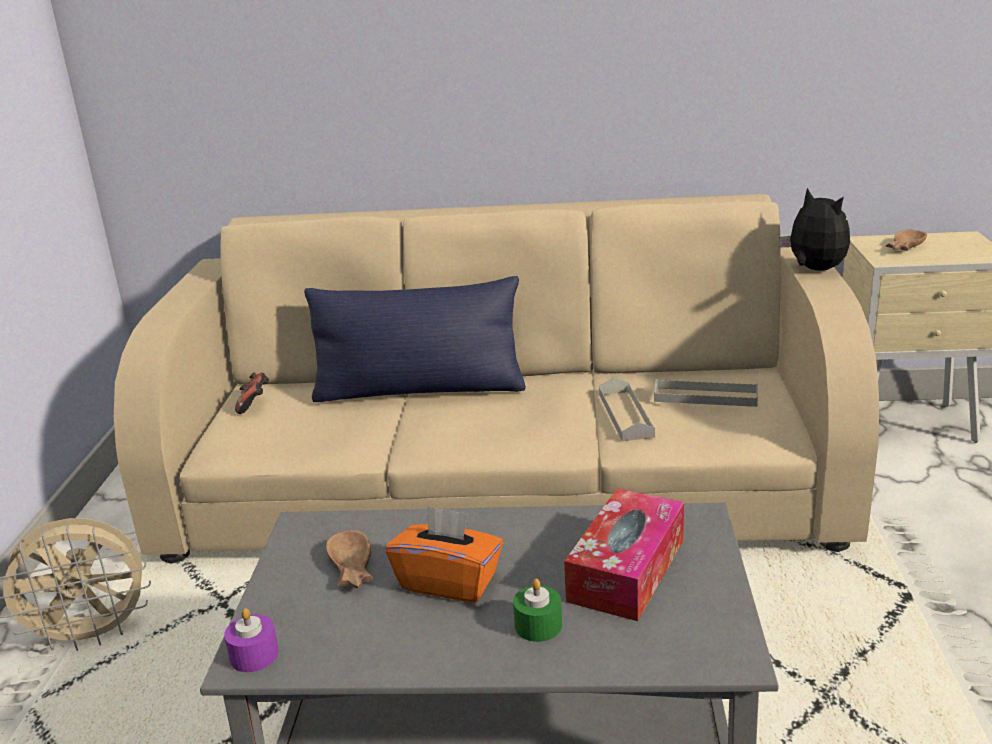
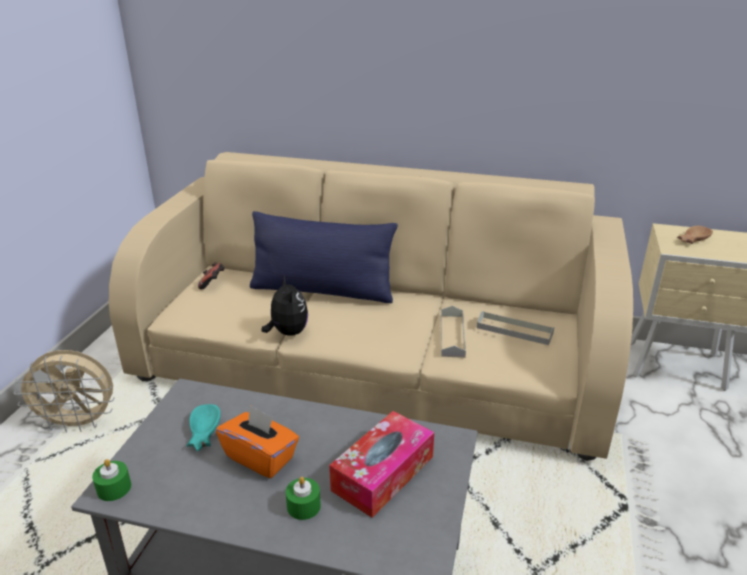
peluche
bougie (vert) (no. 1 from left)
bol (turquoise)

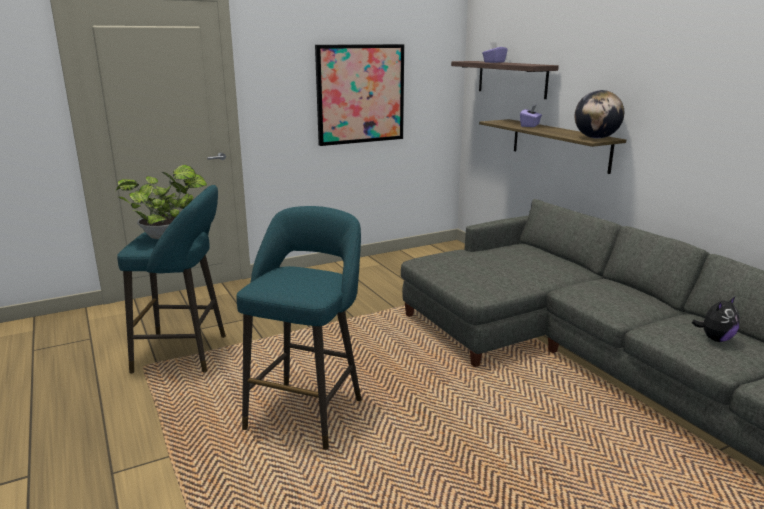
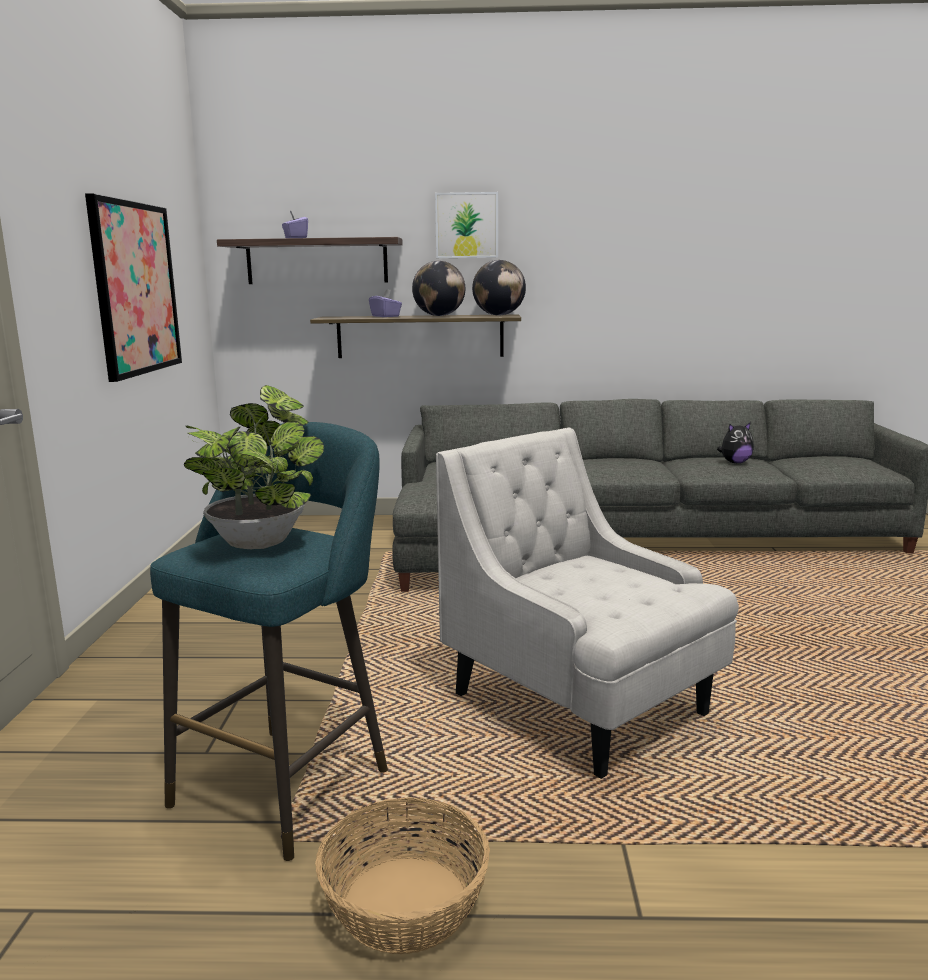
panier
globe (no. 1 from left)
tableau (no. 2 from left)
fauteuil (blanc)
peluche

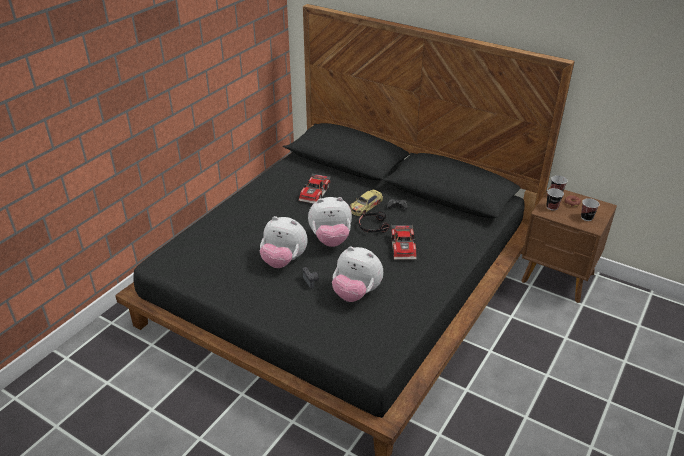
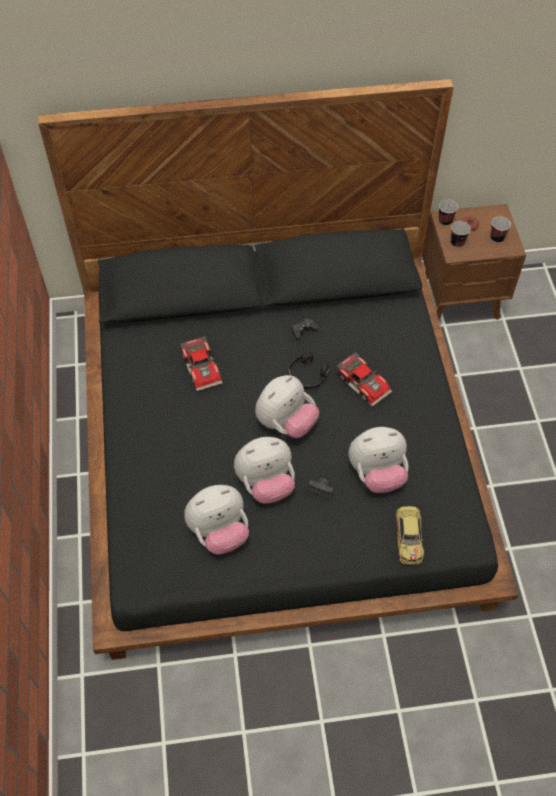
peluche (no. 1 from left)
petite voiture (no. 3 from left)

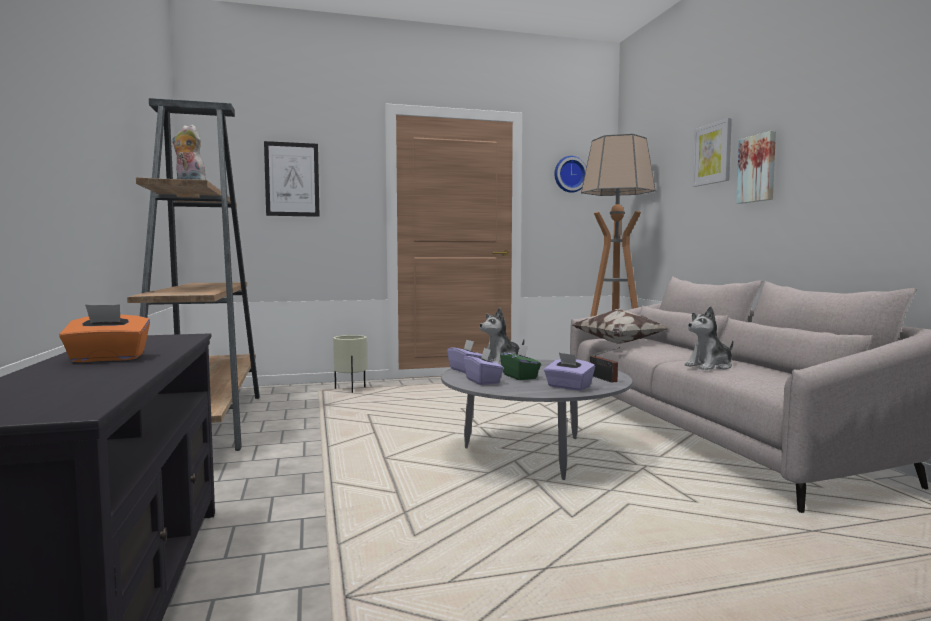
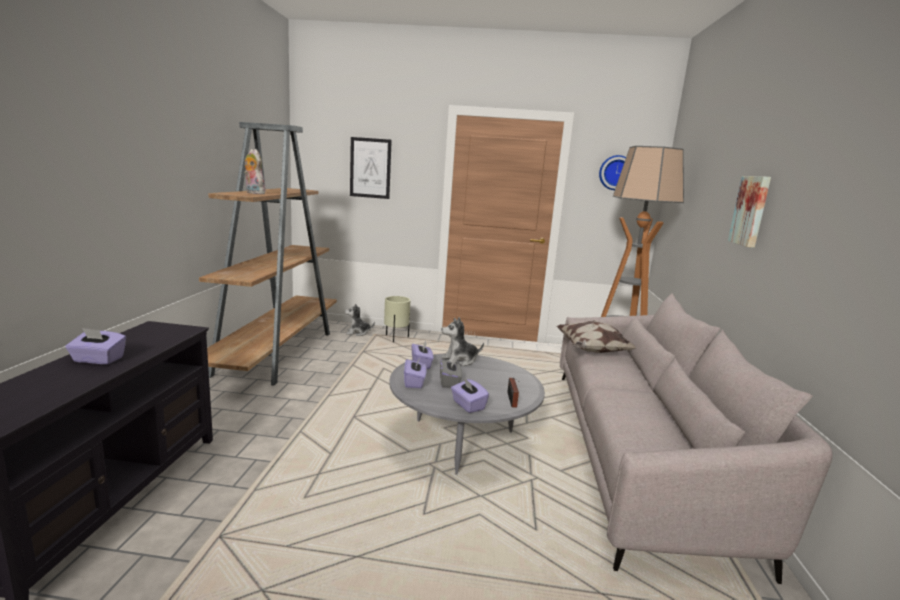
tableau (no. 2 from left in the first image)
peluche (no. 2 from left)
boîte à mouchoirs (violet) (no. 1 from left)
boîte à mouchoirs (gris)

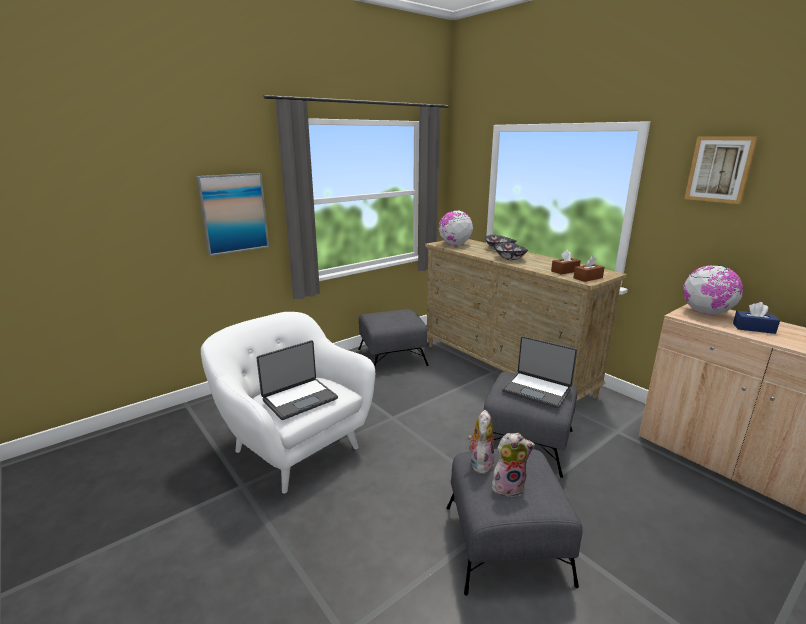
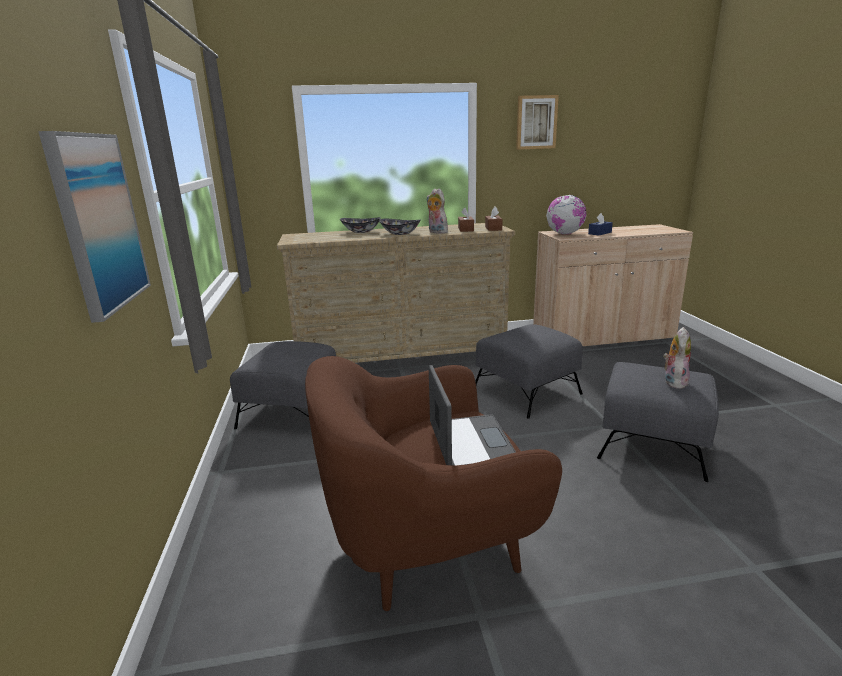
globe (no. 1 from left in the first image)
ordinateur portable (no. 2 from left in the first image)
peluche (no. 1 from left)
fauteuil (marron)

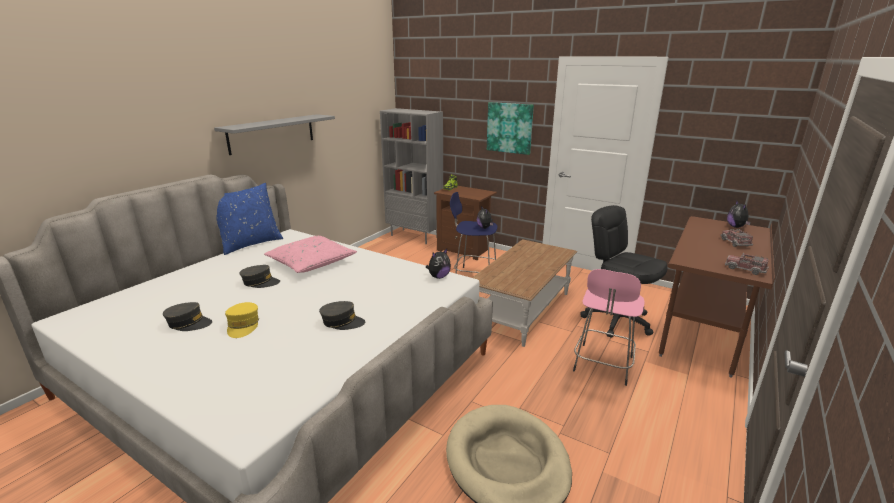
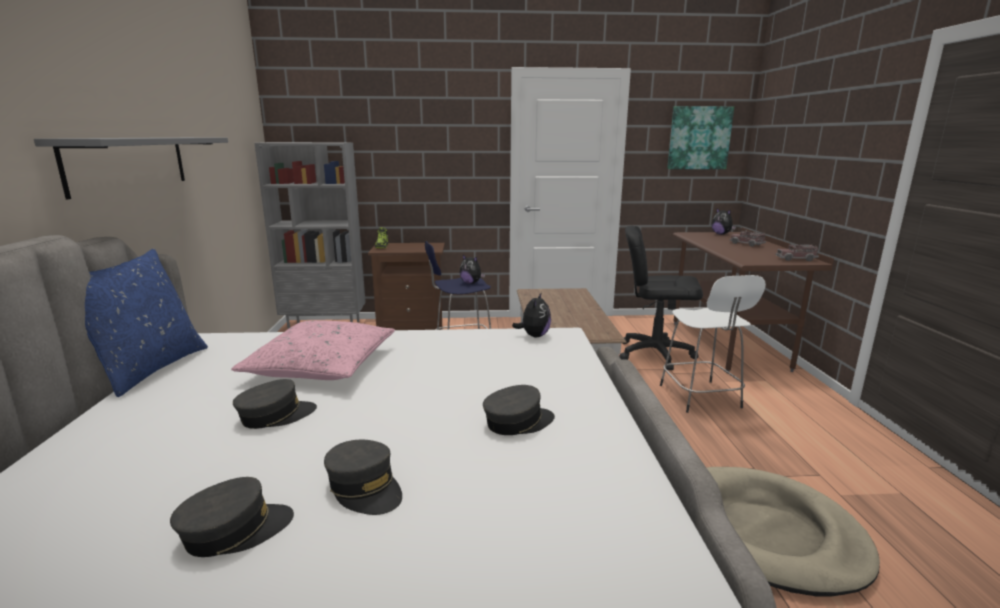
tableau
casquette (gris) (no. 3 from left)
tabouret (blanc)

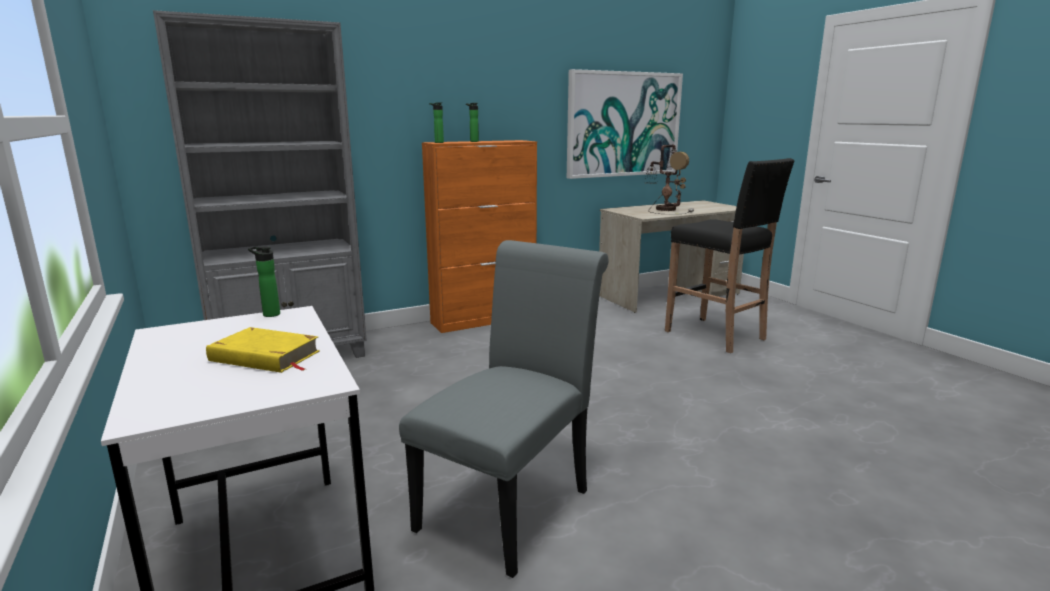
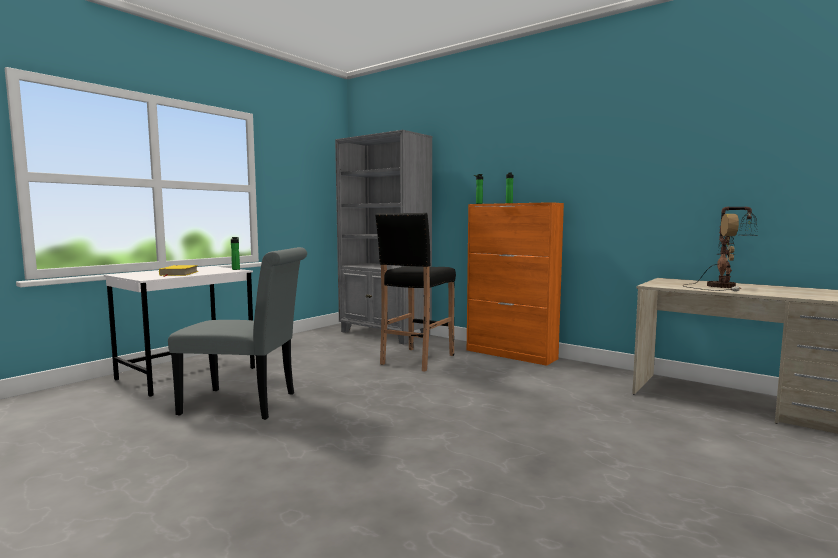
tableau
tabouret (noir)

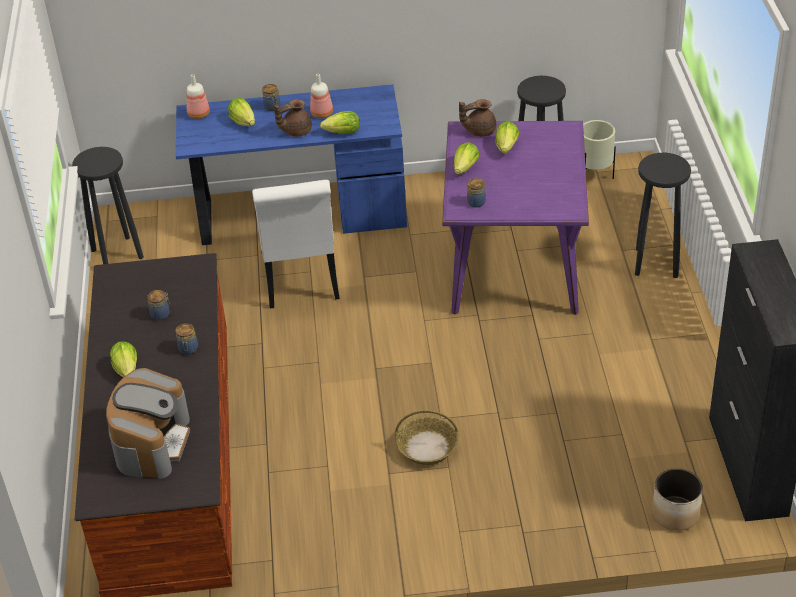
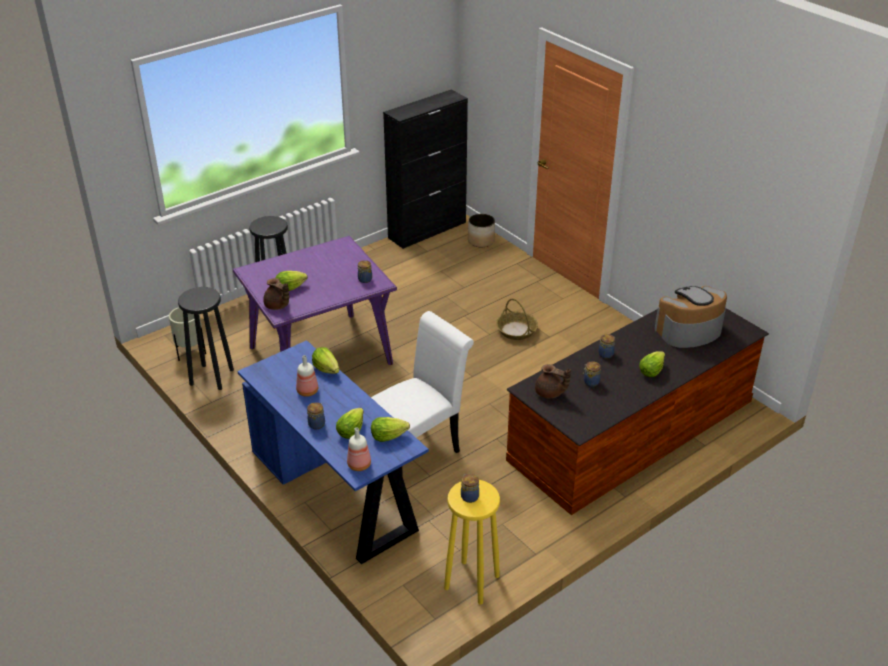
bocal (no. 3 from left)
théière (marron) (no. 2 from left)
laitue (no. 4 from left)
tabouret (jaune)

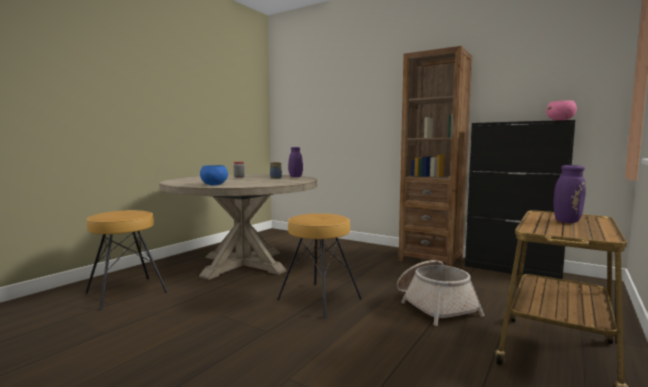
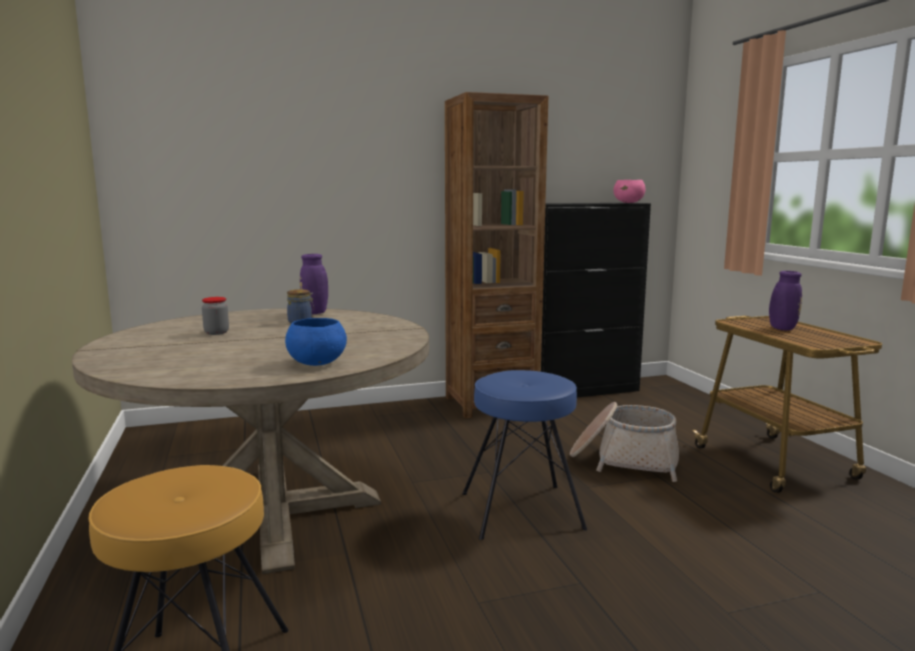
tabouret (bleu)

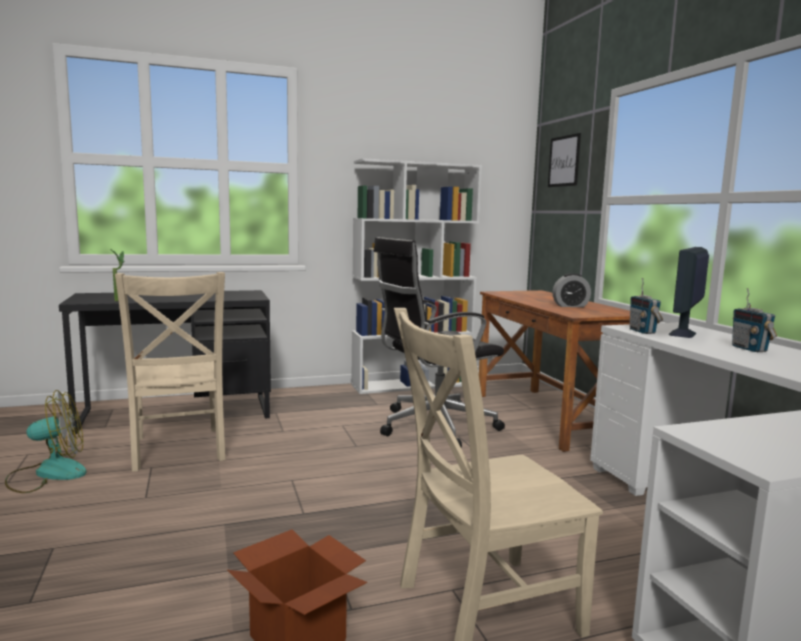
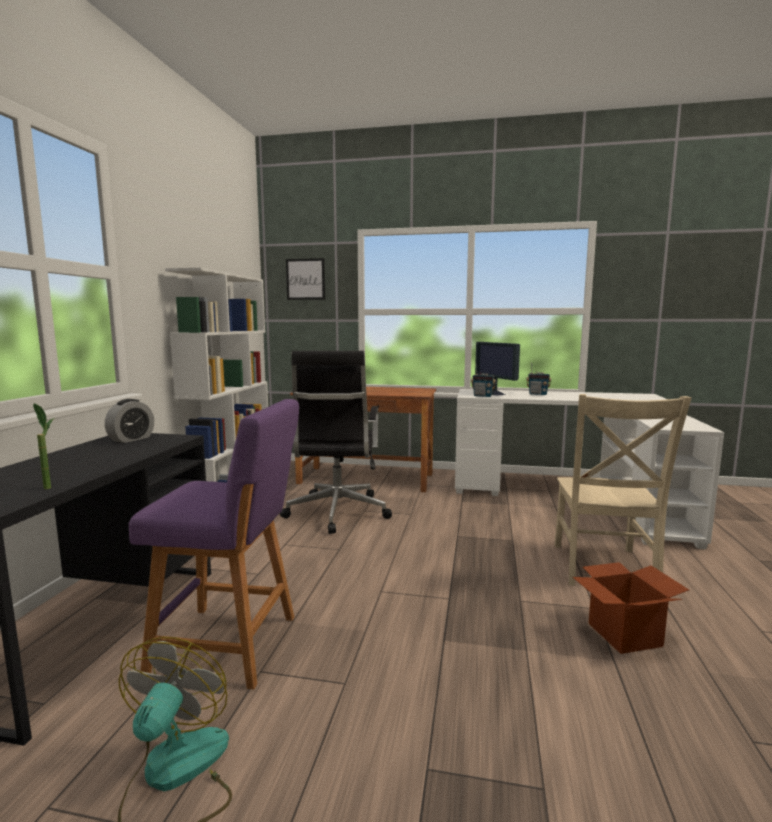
réveil
tabouret (violet)

